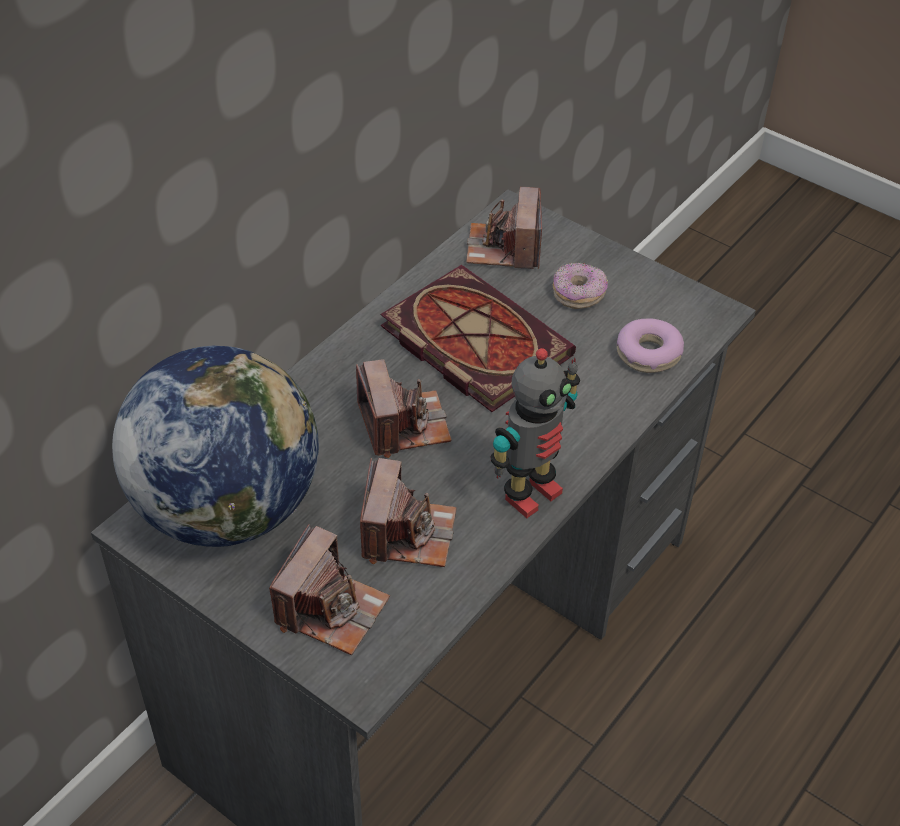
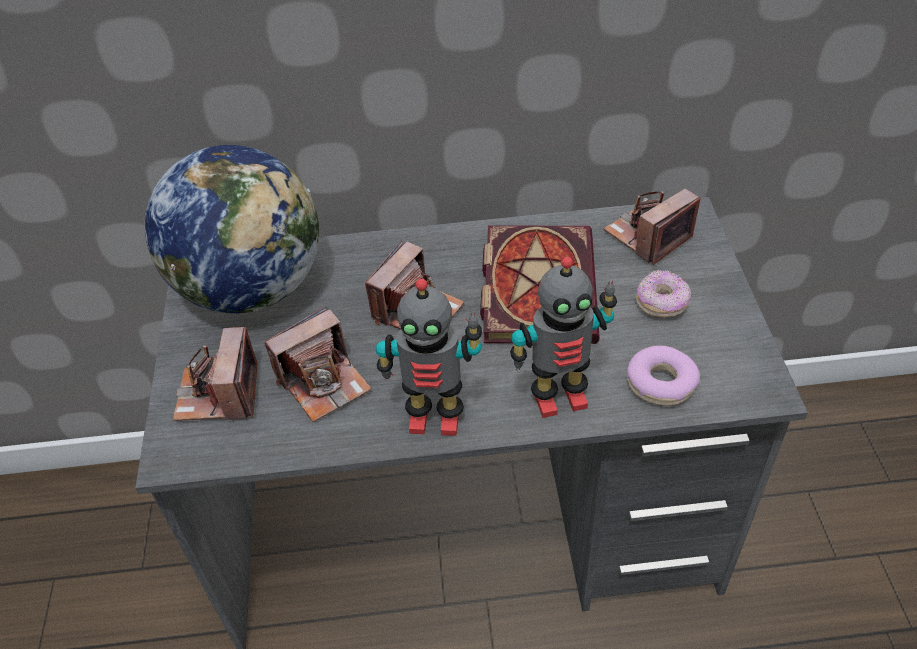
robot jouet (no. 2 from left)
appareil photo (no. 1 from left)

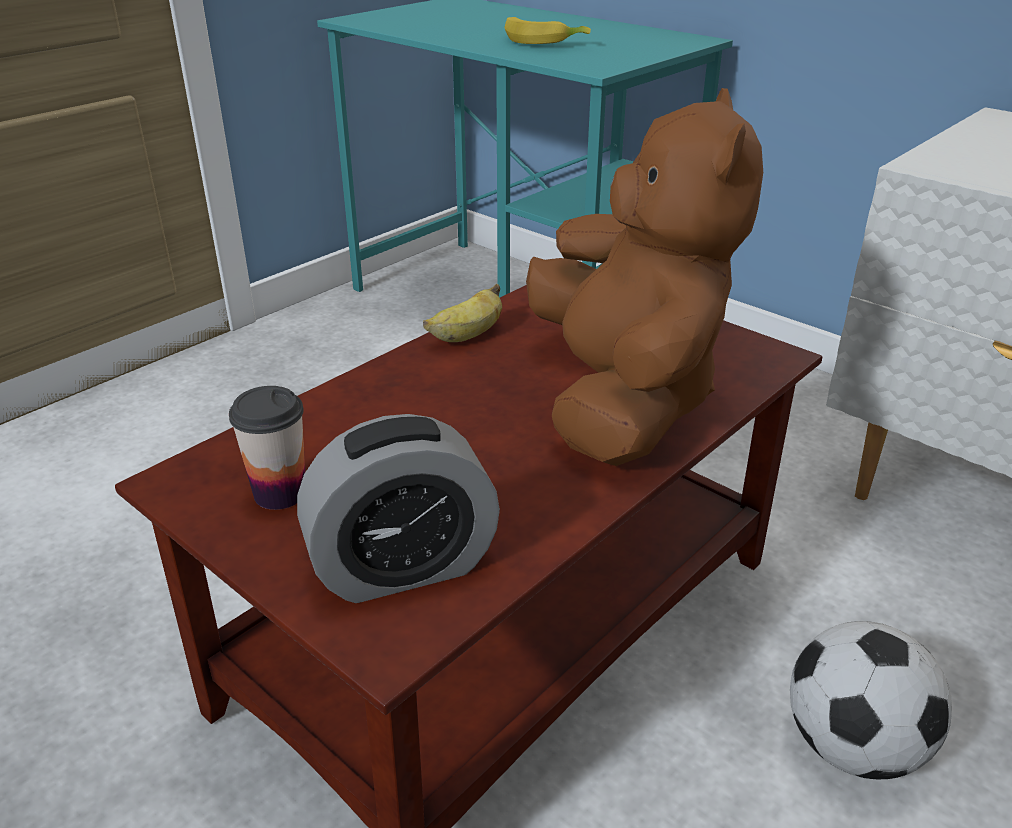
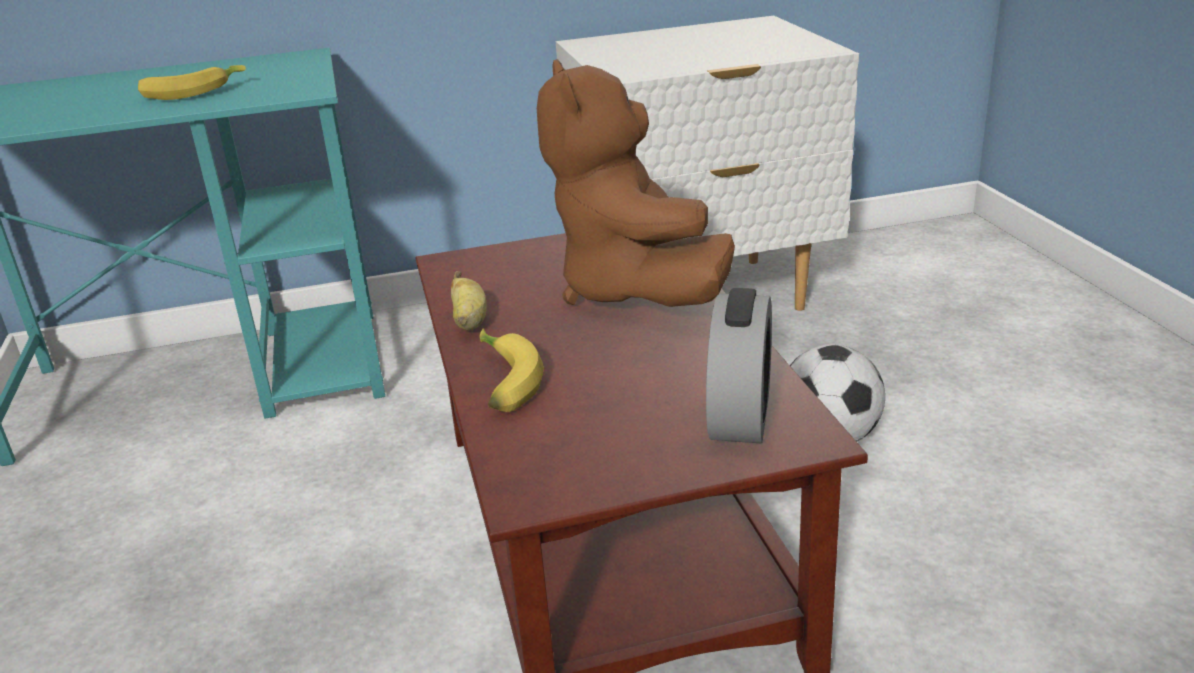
tasse
banane (no. 3 from left)
peluche (marron)

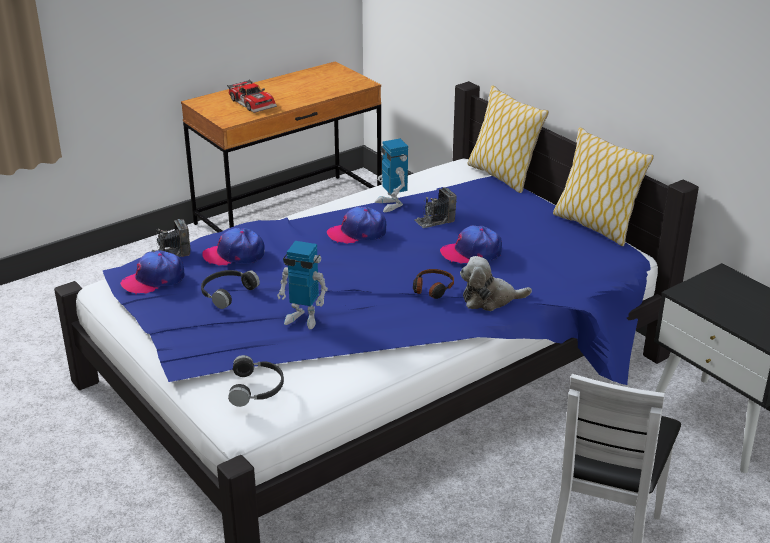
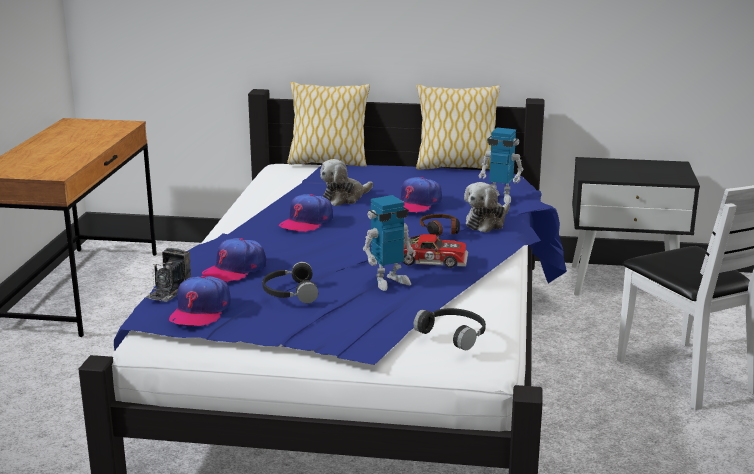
petite voiture
robot jouet (no. 2 from left)
peluche (no. 1 from left)

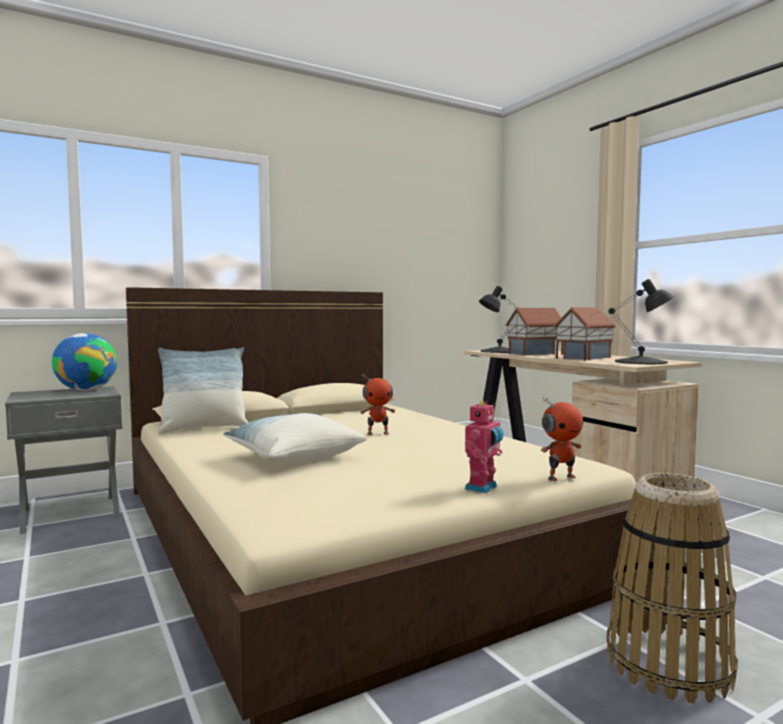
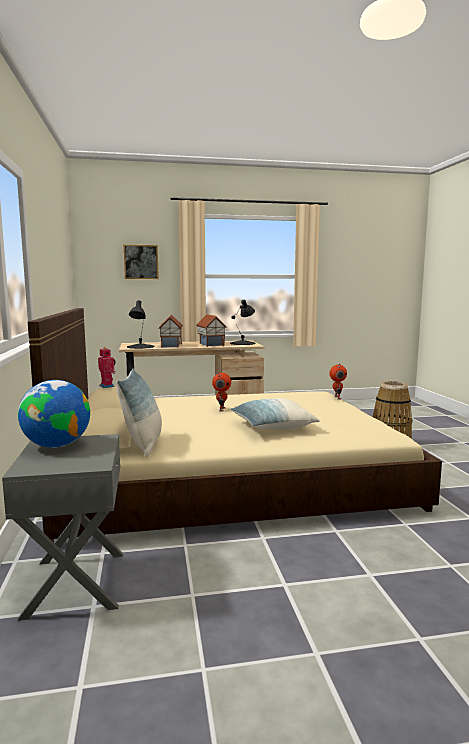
tableau
robot jouet (no. 1 from left)

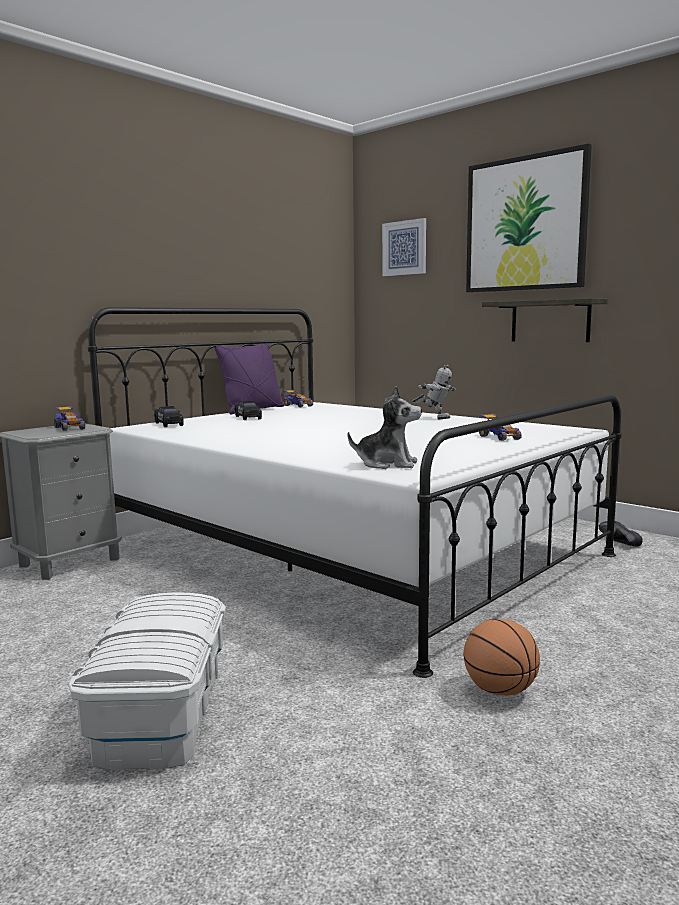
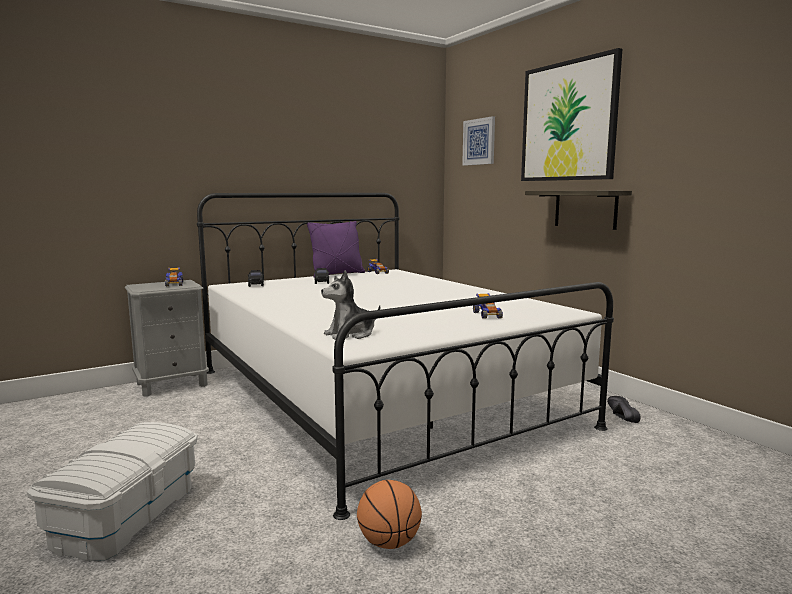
robot jouet
peluche

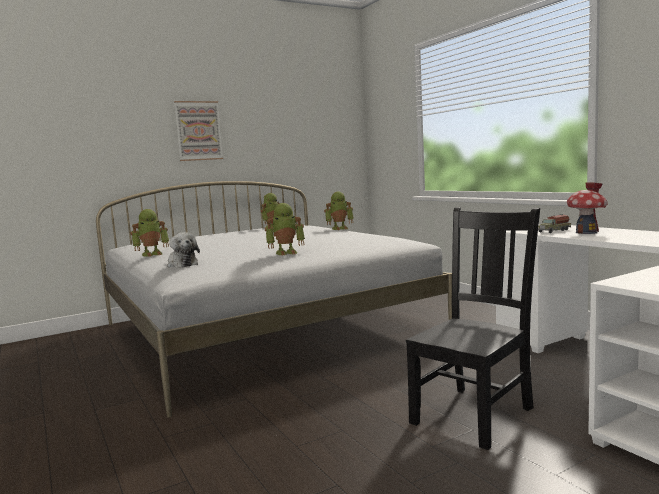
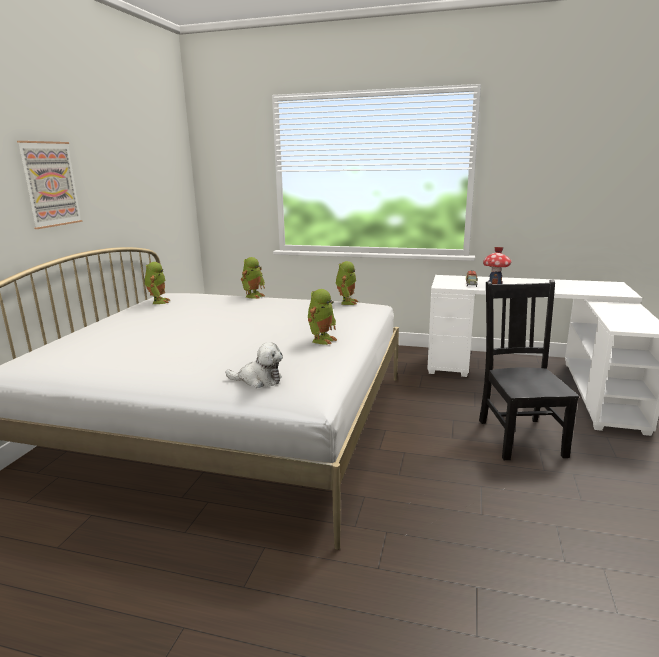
robot jouet (no. 4 from left)

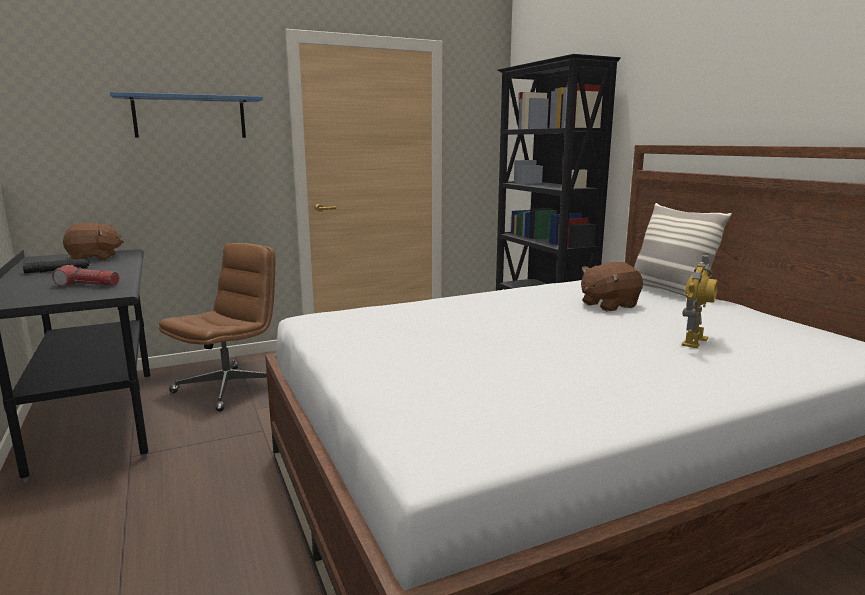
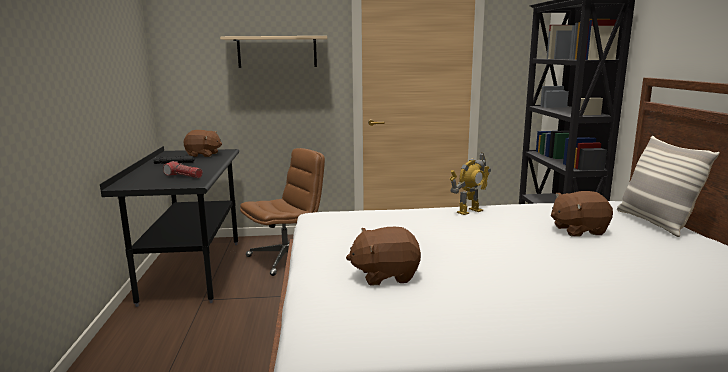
peluche (marron) (no. 2 from left)
robot jouet
étagère (beige)

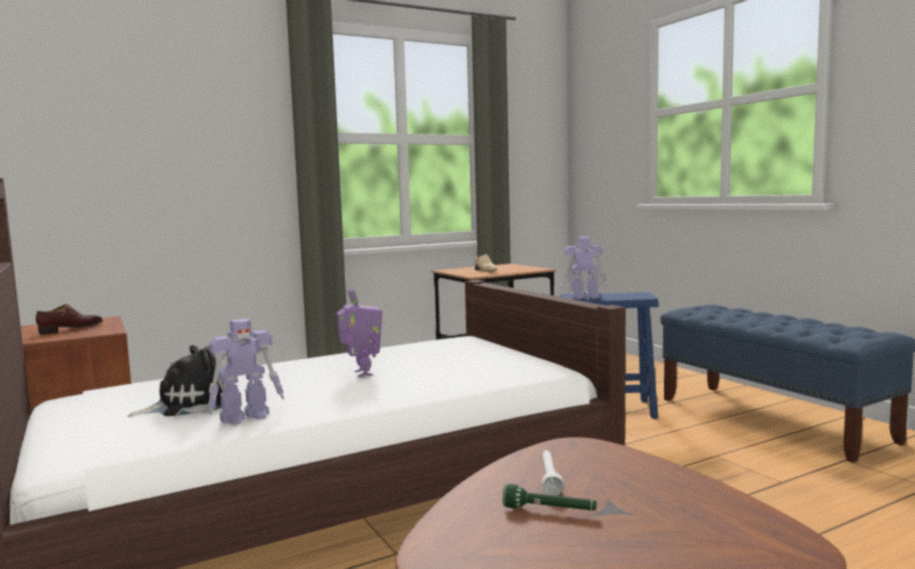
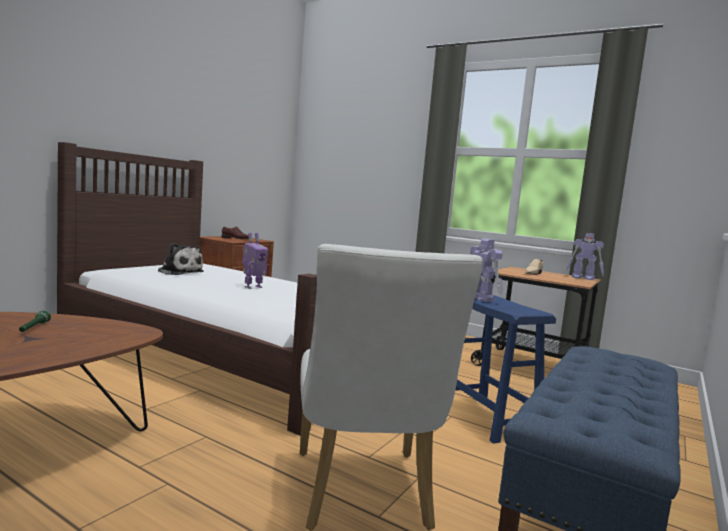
lampe de poche (blanc)
chaise (blanc)
robot jouet (no. 3 from left)

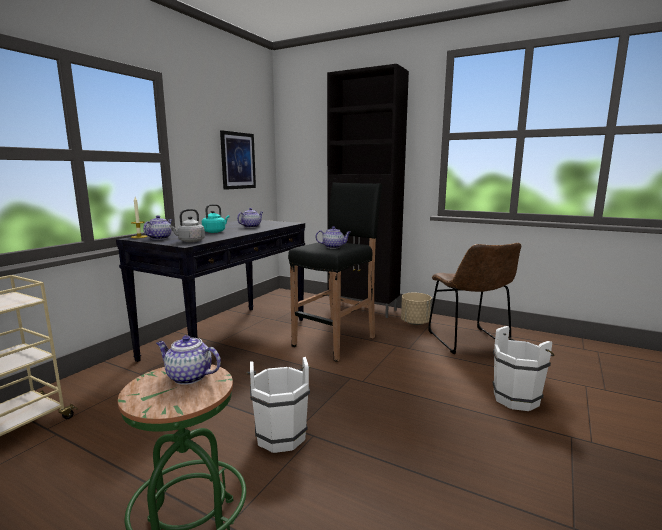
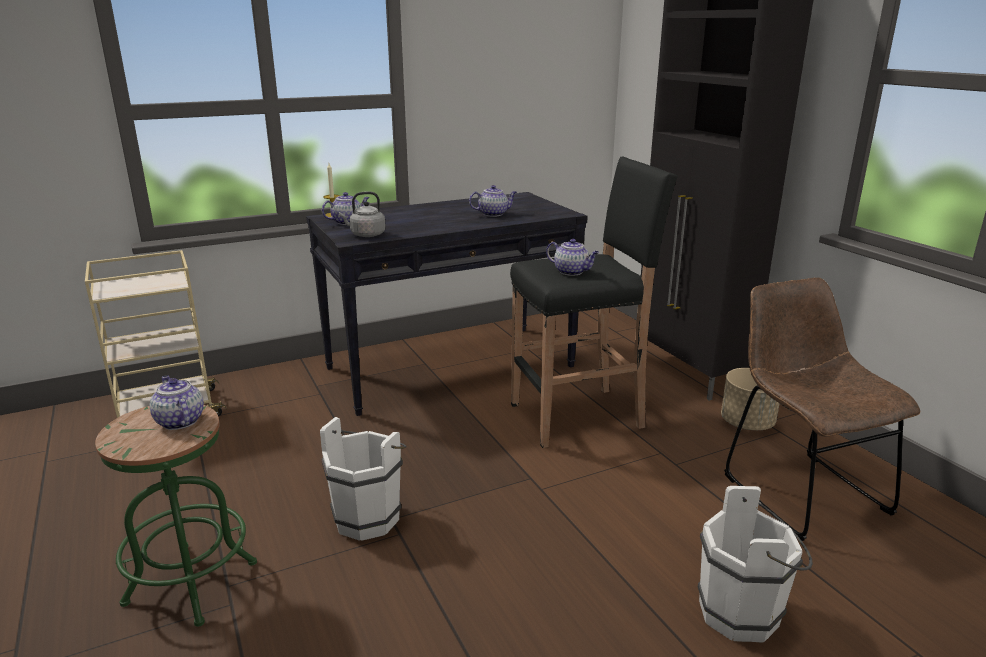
bouilloire (turquoise)
tableau
chaise (marron)

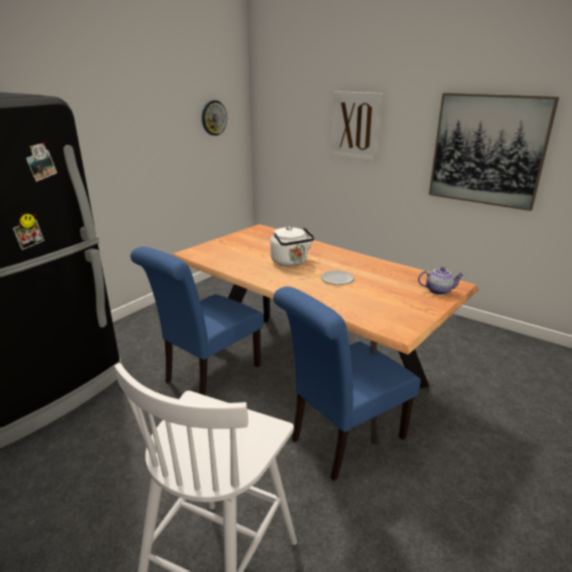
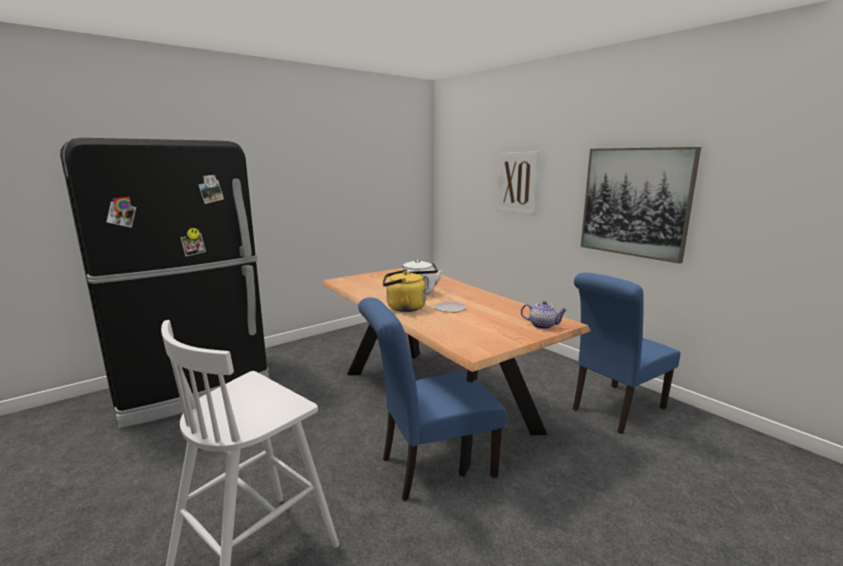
horloge murale
bouilloire (jaune)
chaise (bleu) (no. 2 from left)

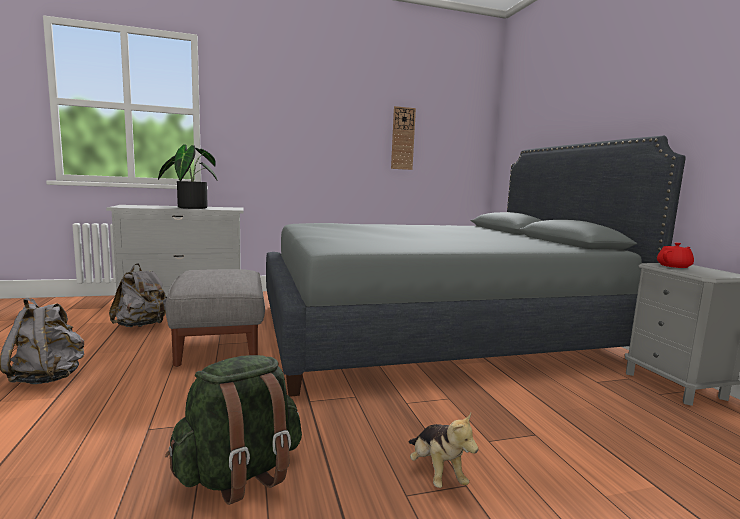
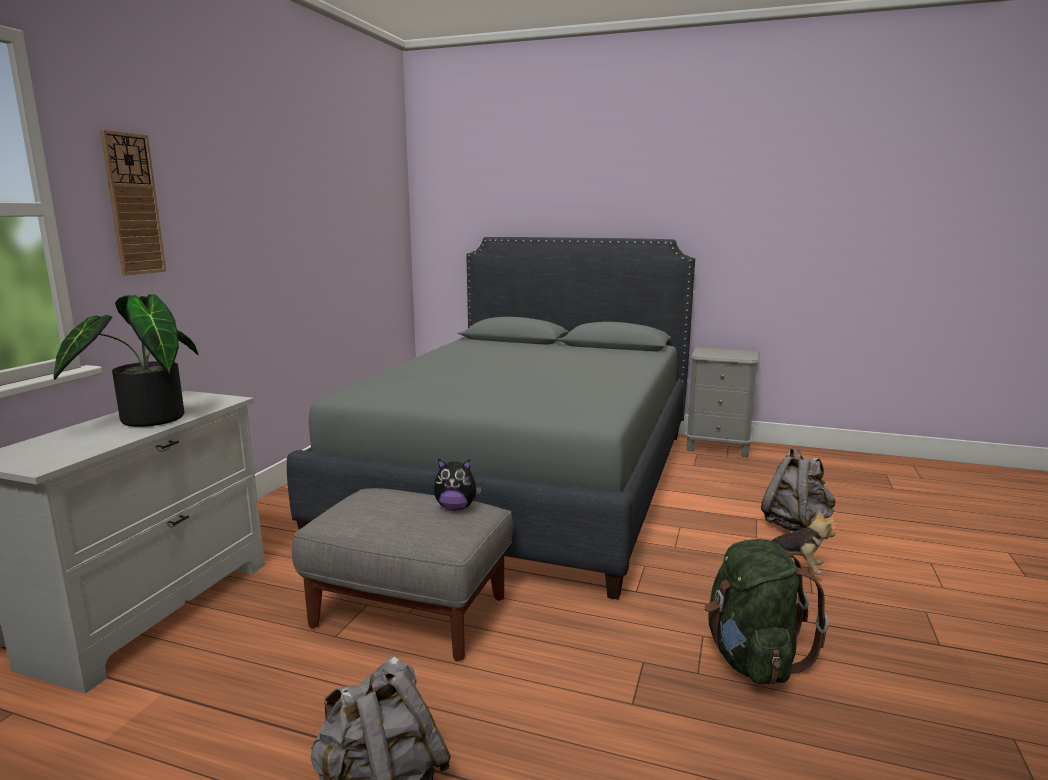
théière (rouge)
peluche (no. 1 from left)
sac à dos (gris) (no. 2 from left)
horloge murale

